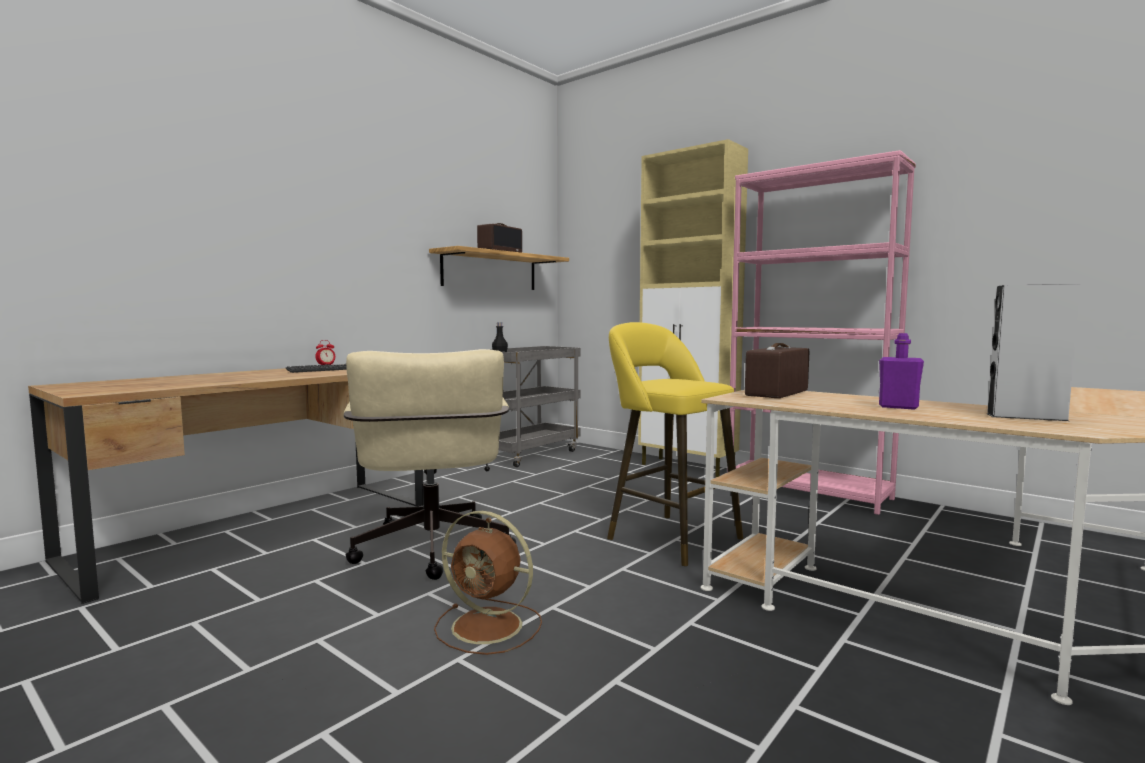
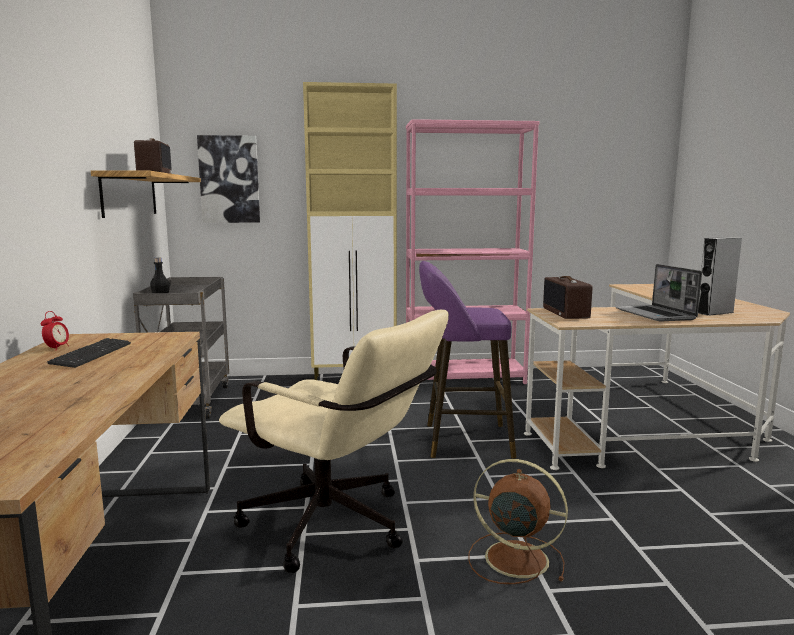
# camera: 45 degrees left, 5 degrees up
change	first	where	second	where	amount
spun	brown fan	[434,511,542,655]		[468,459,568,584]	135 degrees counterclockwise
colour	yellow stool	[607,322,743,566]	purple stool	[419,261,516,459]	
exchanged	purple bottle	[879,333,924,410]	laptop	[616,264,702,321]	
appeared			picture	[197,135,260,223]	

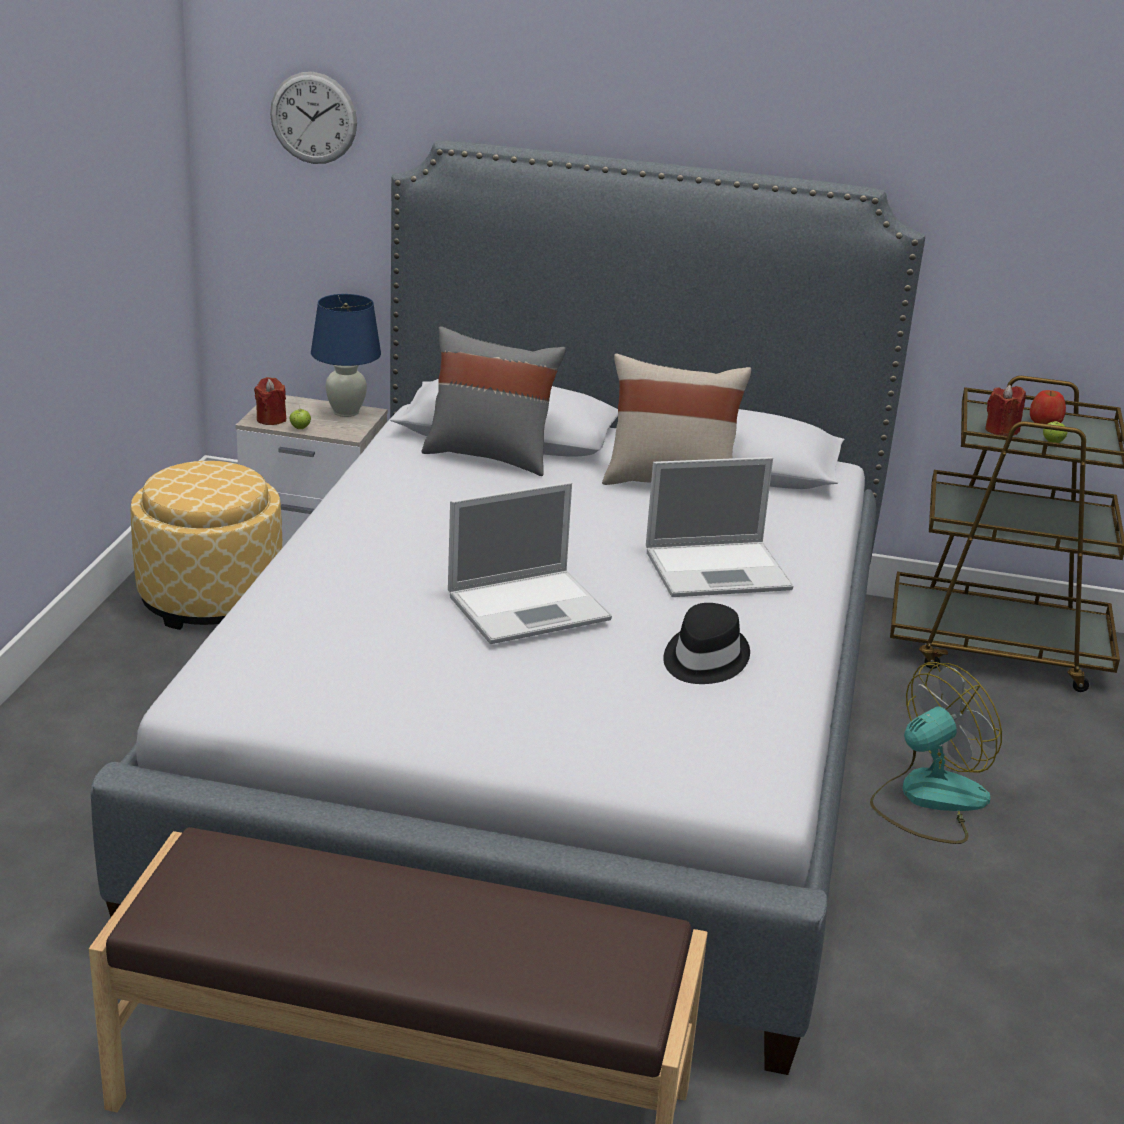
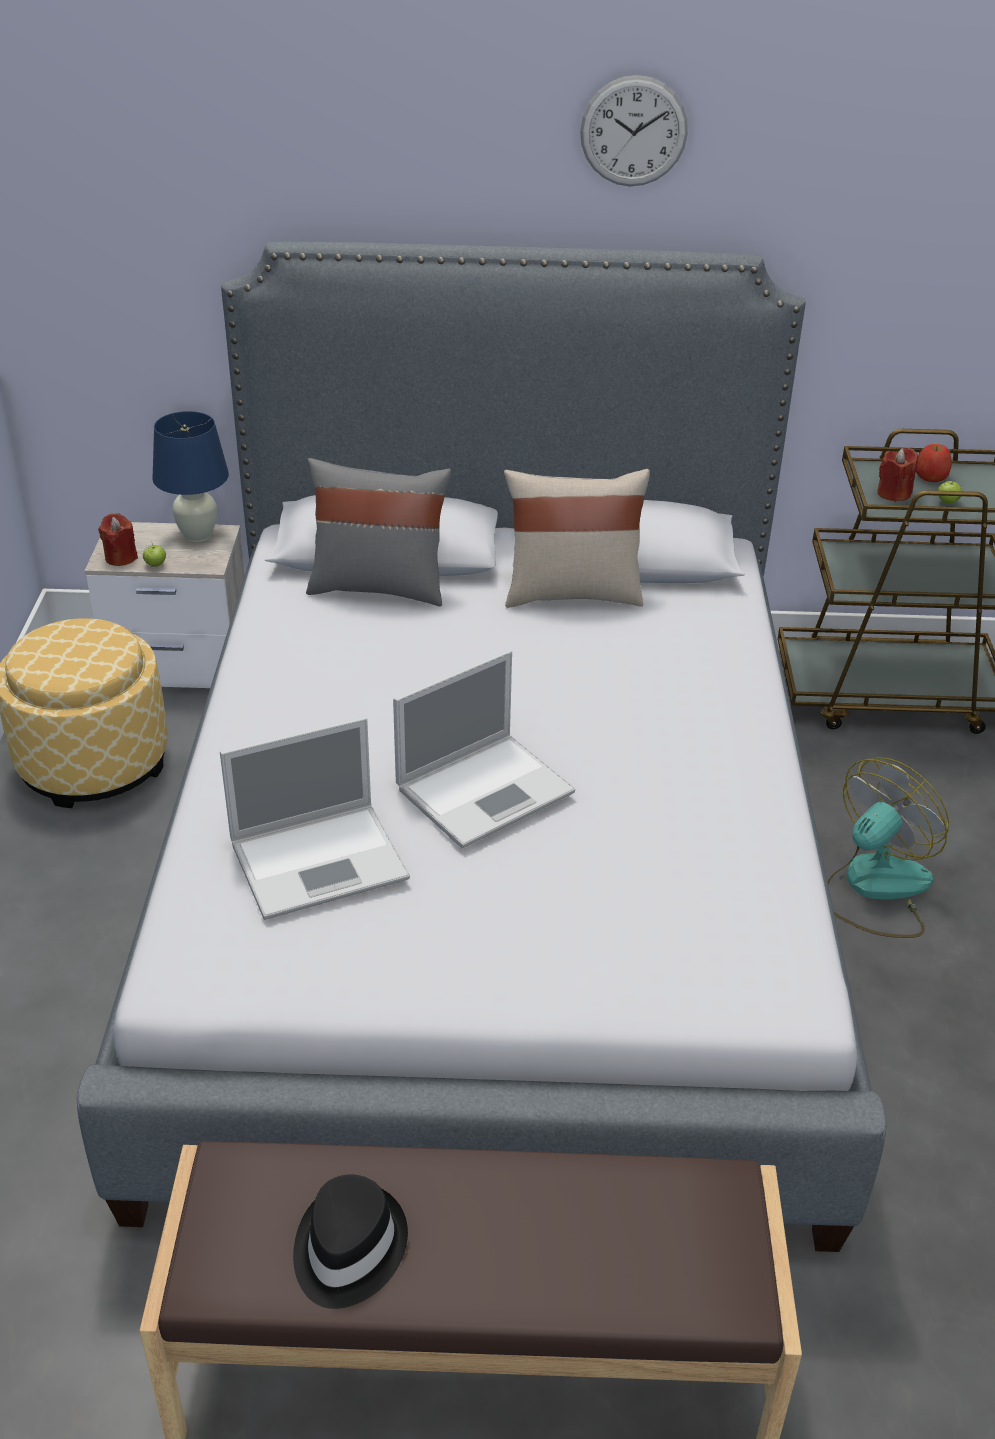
# camera: 10 degrees left, 10 degrees up
change	first	where	second	where	amount
relocated	wall clock	[270,72,357,164]		[580,75,688,186]	
relocated	laptop	[646,457,793,597]		[220,716,410,920]	
relocated	black hat	[663,603,750,684]		[293,1175,408,1309]	

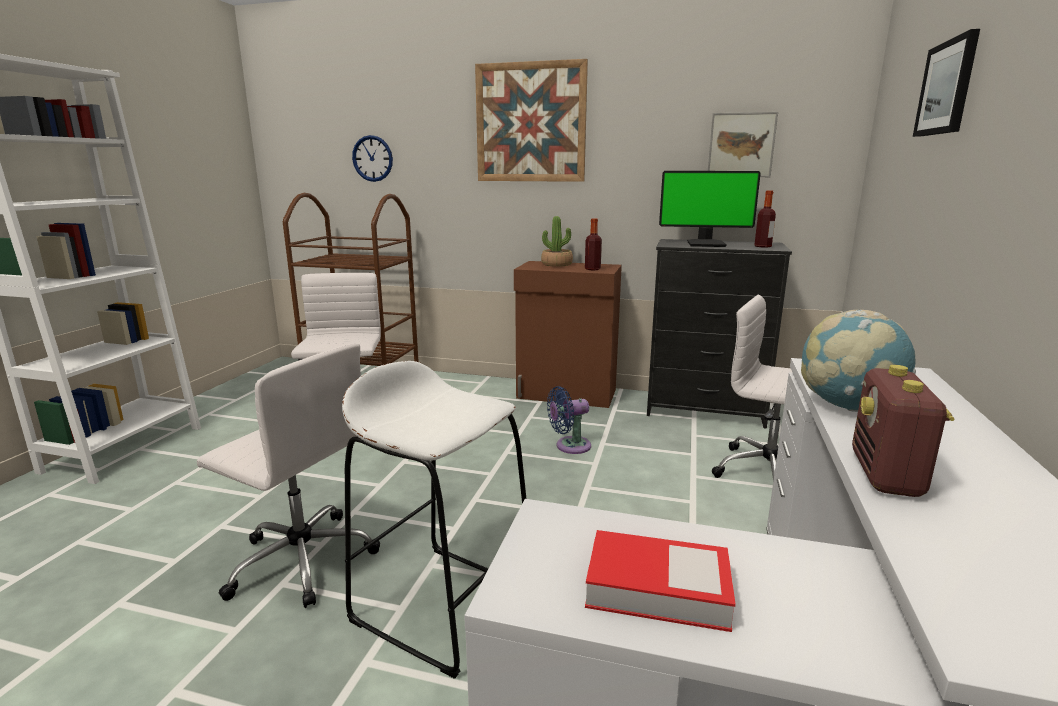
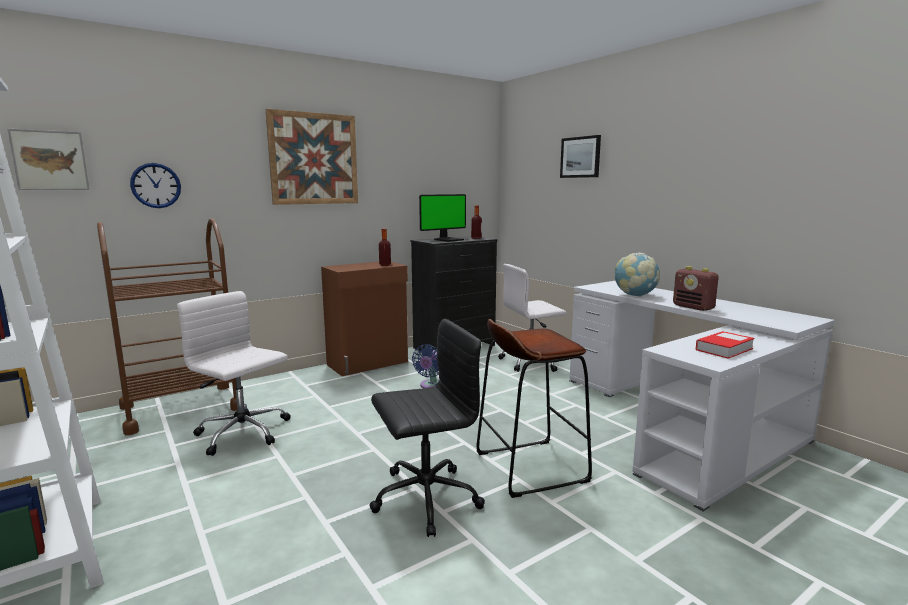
# camera: 50 degrees left, 5 degrees down
change	first	where	second	where	amount
colour	white office chair	[197,344,380,608]	black office chair	[369,319,485,537]	
colour	white stool	[342,361,527,679]	brown stool	[477,319,592,498]	
missing	potted plant	[541,216,573,267]			
relocated	picture	[708,112,778,177]		[8,129,90,190]	

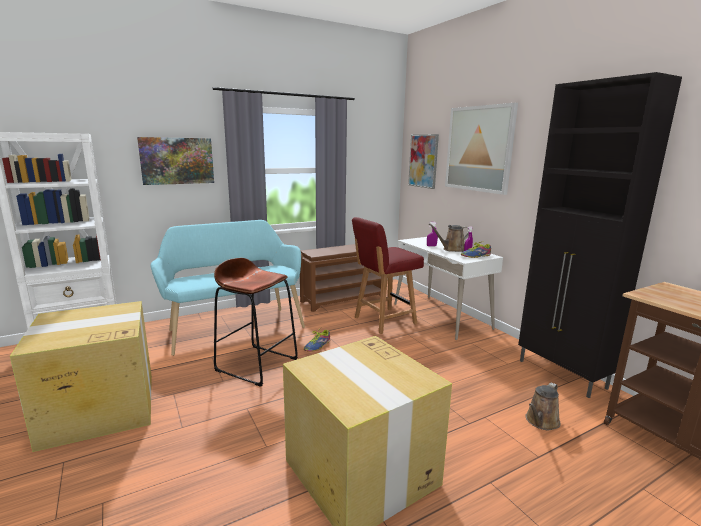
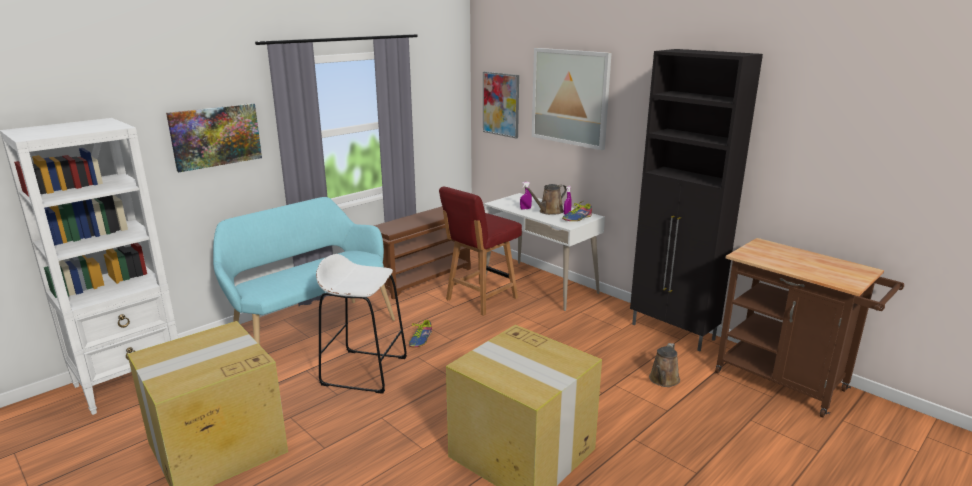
# camera: 15 degrees left, 5 degrees up
change	first	where	second	where	amount
colour	brown stool	[214,258,298,387]	white stool	[316,254,407,394]	

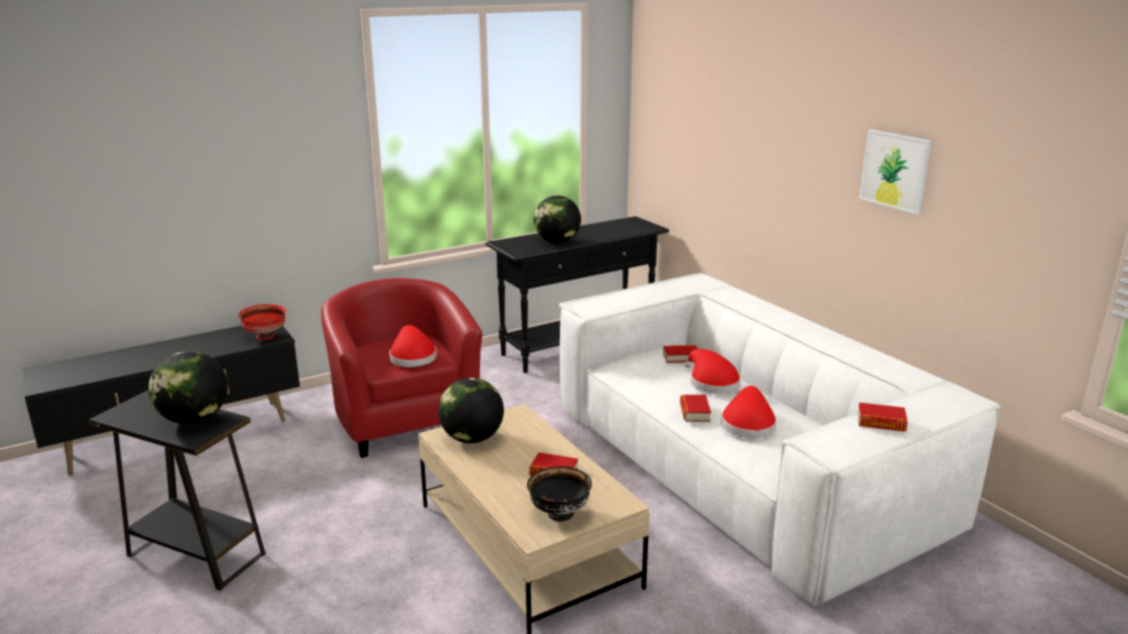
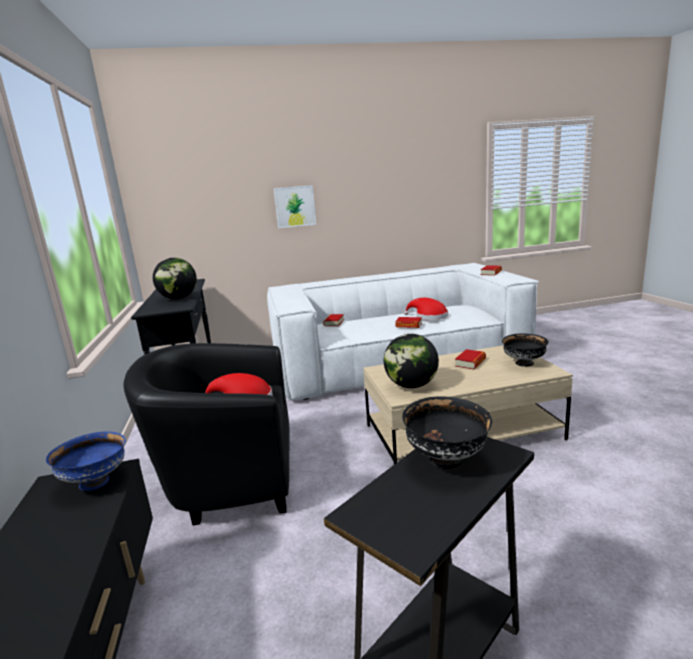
# camera: 70 degrees left, 5 degrees down
change	first	where	second	where	amount
exchanged	globe	[149,351,228,424]	black bowl	[402,396,492,469]	
colour	red bowl	[239,304,286,340]	blue bowl	[46,431,126,491]	
colour	red armchair	[321,278,482,458]	black armchair	[123,343,289,526]	
missing	red hat	[684,349,740,394]			
relocated	picture	[859,129,931,214]		[274,185,316,228]	

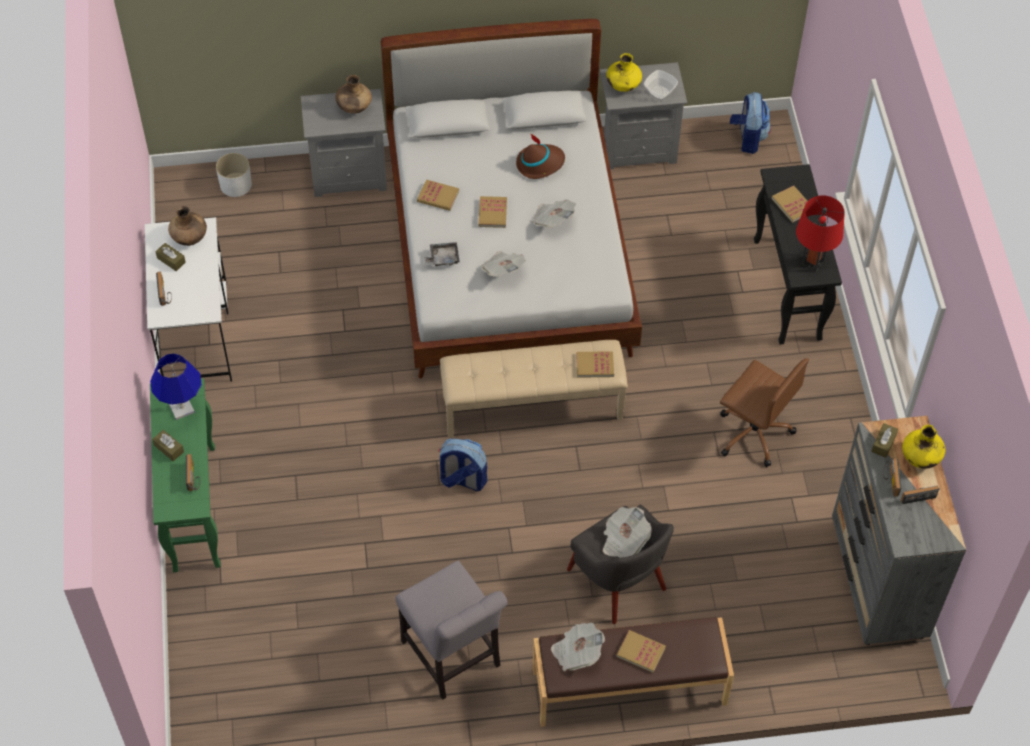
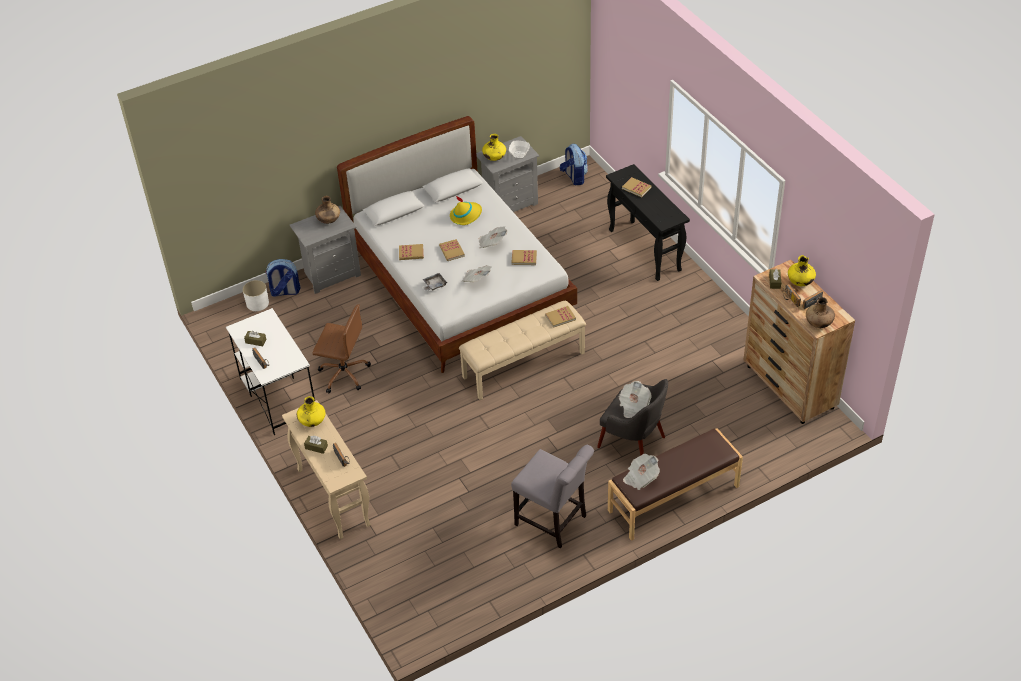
# camera: 20 degrees left, 10 degrees down
change	first	where	second	where	amount
exchanged	blue table lamp	[150,353,202,420]	yellow vase	[297,396,325,427]	
colour	green console table	[150,378,221,572]	beige console table	[282,400,371,539]	
relocated	brown vase	[168,206,207,246]		[806,297,835,328]	
relocated	backpack	[438,439,487,491]		[265,259,300,297]	
colour	brown hat	[516,133,565,179]	yellow hat	[450,196,482,225]	
relocated	book	[616,630,666,673]		[511,250,537,265]	
relocated	brown office chair	[720,358,809,467]		[312,304,371,393]	
missing	red table lamp	[796,195,845,272]			
colour	grey dresser	[832,416,966,645]	brown dresser	[743,260,855,424]	

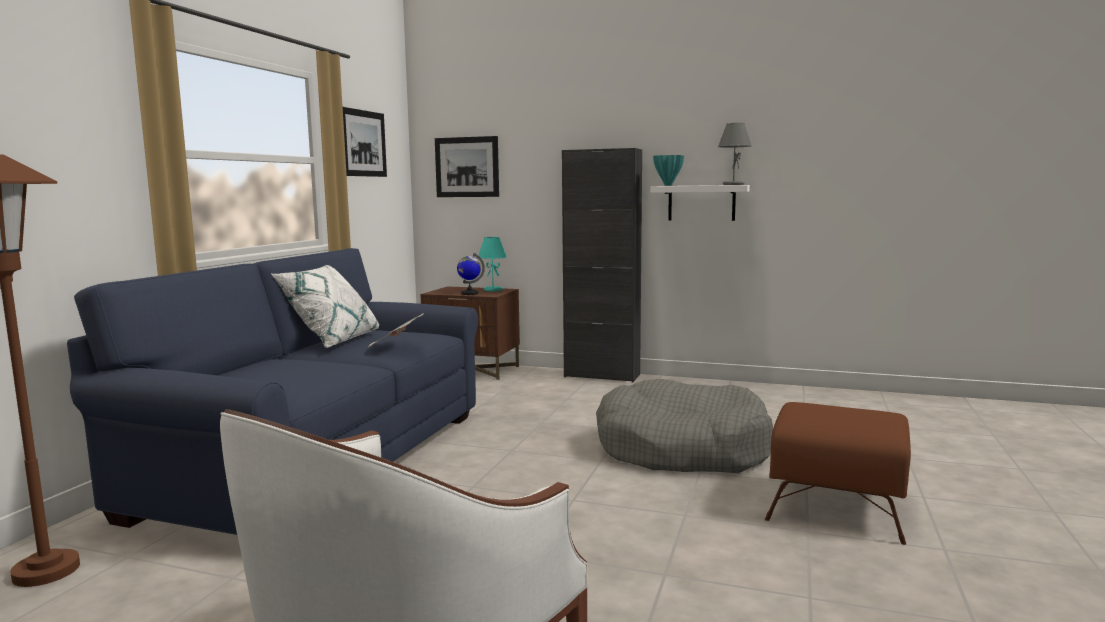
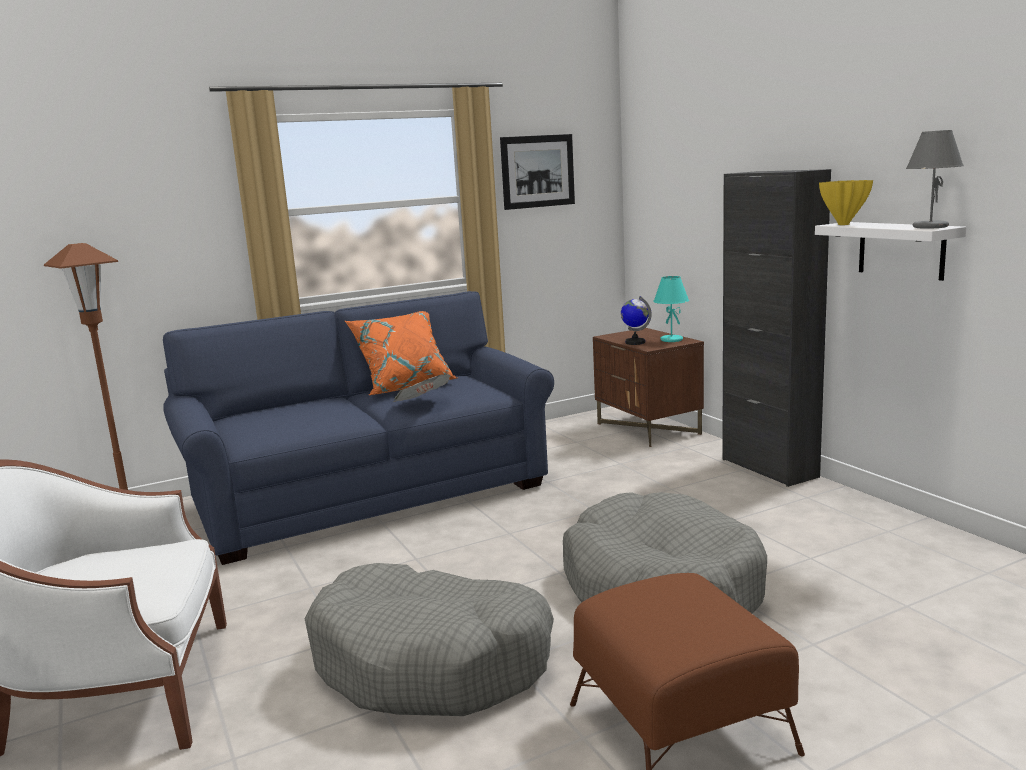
# camera: 45 degrees right, 5 degrees up
change	first	where	second	where	amount
colour	white pillow	[271,265,379,348]	orange pillow	[345,311,457,395]	
missing	picture	[435,136,499,197]			
colour	turquoise vase	[653,155,684,186]	yellow vase	[819,180,873,225]	
appeared			grey dog bed	[304,563,554,716]	

